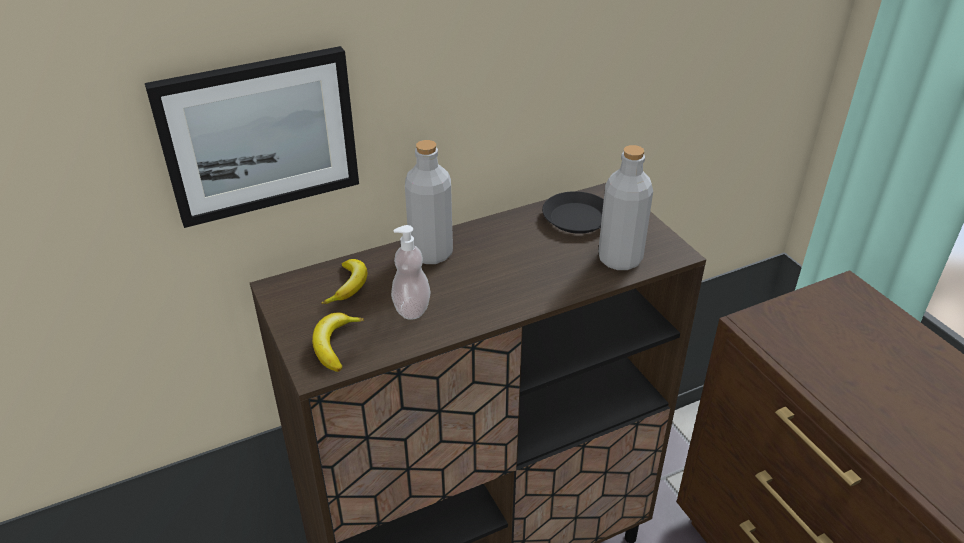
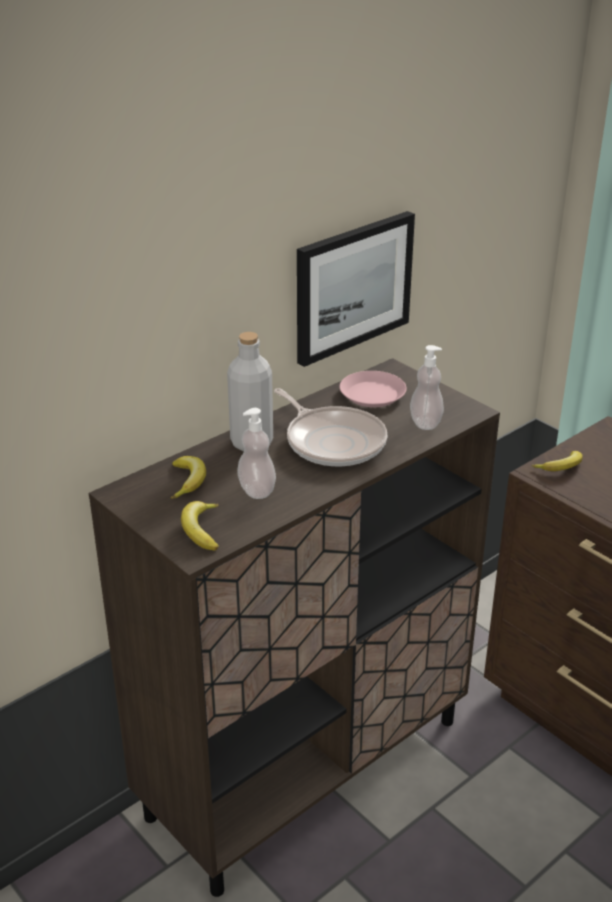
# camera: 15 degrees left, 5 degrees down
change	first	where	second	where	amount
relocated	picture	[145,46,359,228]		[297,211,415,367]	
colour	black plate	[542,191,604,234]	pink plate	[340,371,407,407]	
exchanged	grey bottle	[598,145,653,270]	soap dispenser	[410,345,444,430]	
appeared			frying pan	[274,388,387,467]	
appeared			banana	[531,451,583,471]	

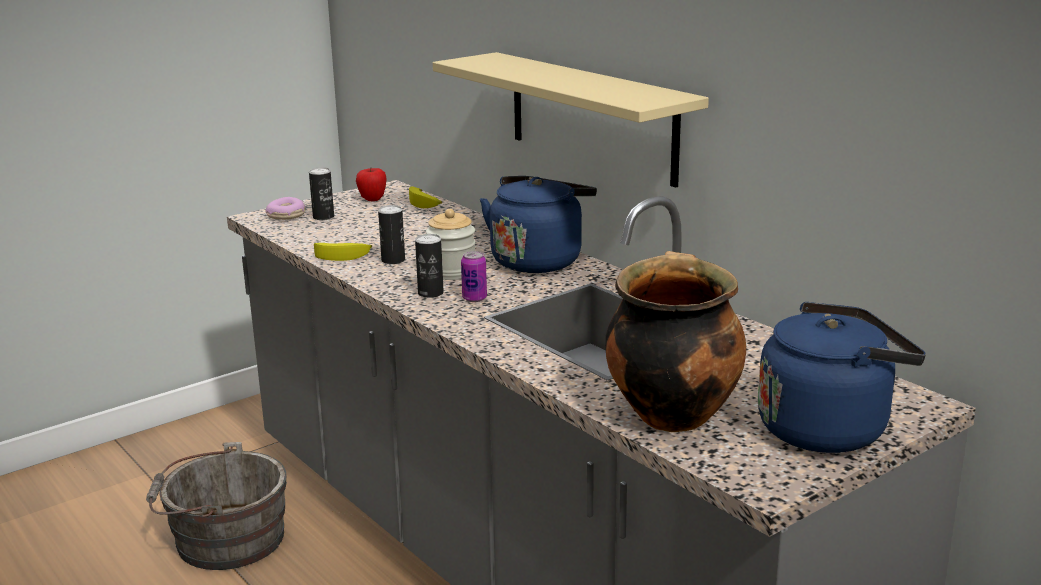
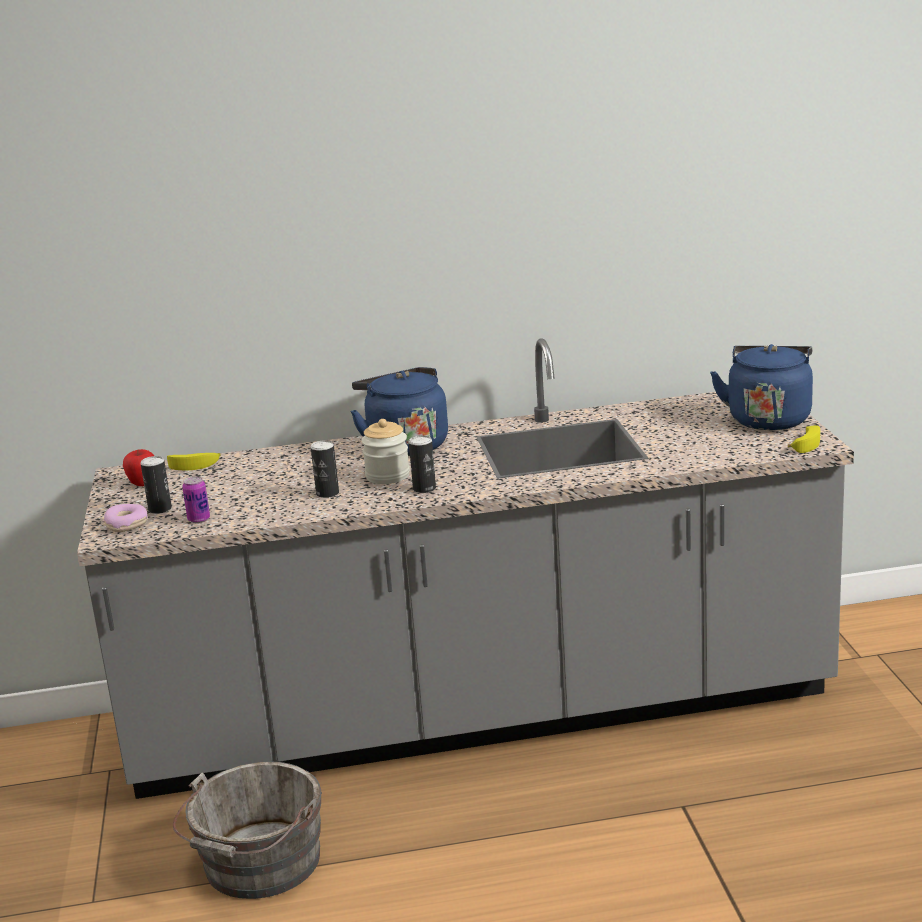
# camera: 60 degrees left, 0 degrees up
change	first	where	second	where	amount
relocated	banana	[314,243,372,261]		[788,425,820,453]	
missing	beige shelf	[433,52,709,188]			
relocated	can	[461,251,487,302]		[182,477,210,523]	
missing	cooking pot	[606,251,746,432]			

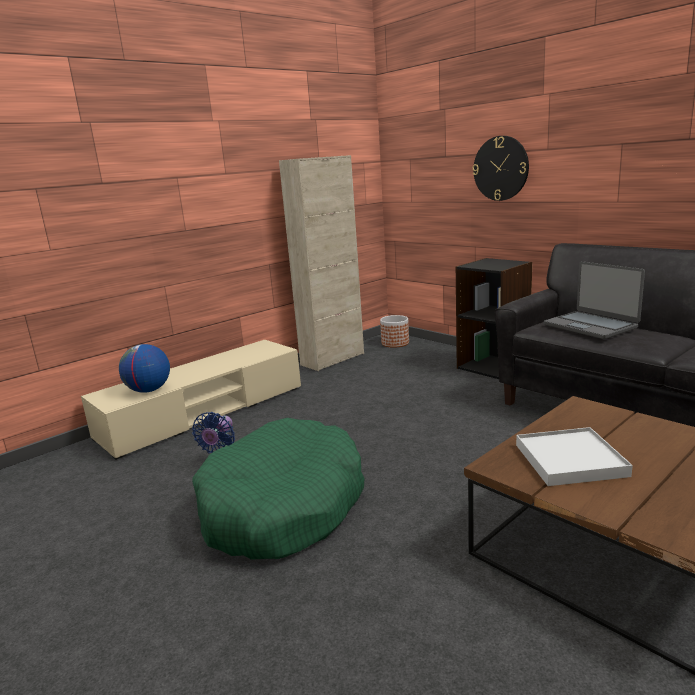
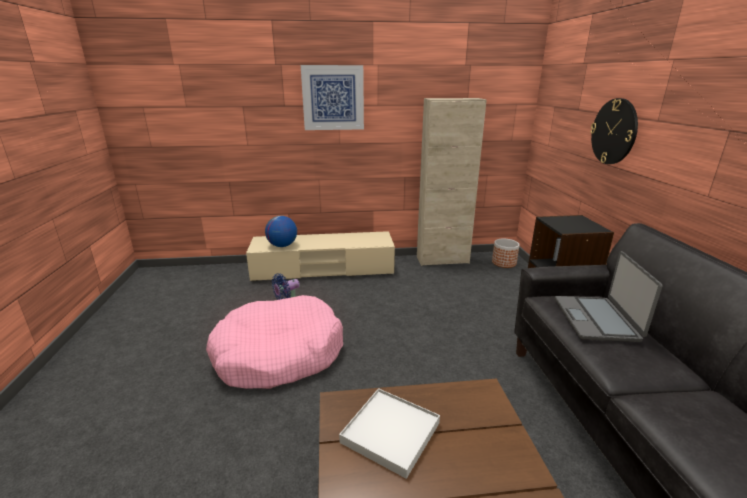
# camera: 35 degrees right, 5 degrees up
change	first	where	second	where	amount
colour	green dog bed	[192,418,364,560]	pink dog bed	[206,295,343,389]	
appeared			picture	[301,65,364,130]	

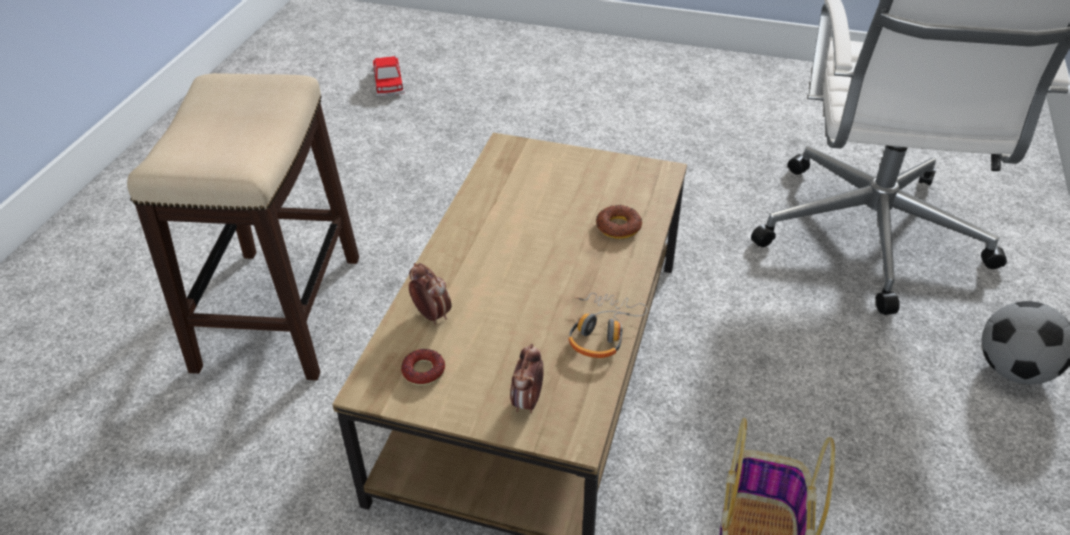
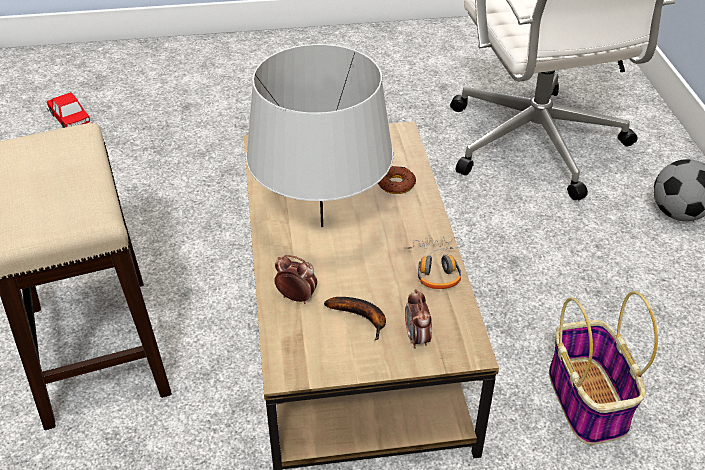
# camera: 25 degrees left, 0 degrees up
change	first	where	second	where	amount
missing	donut	[401,349,445,386]			
appeared			grey table lamp	[246,44,393,227]	
appeared			banana	[324,297,386,340]	

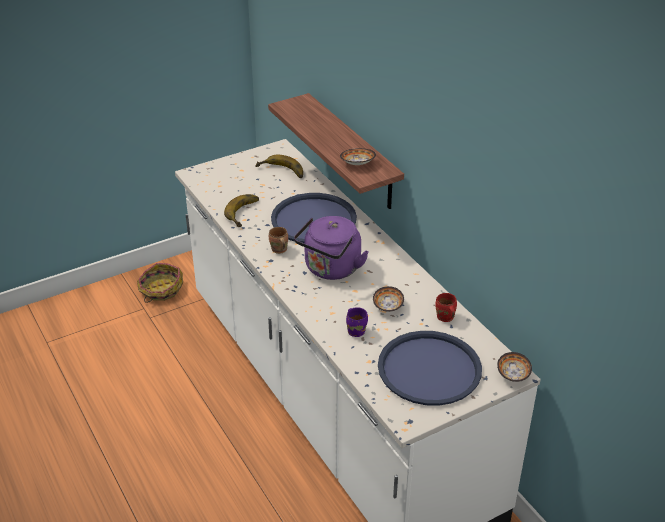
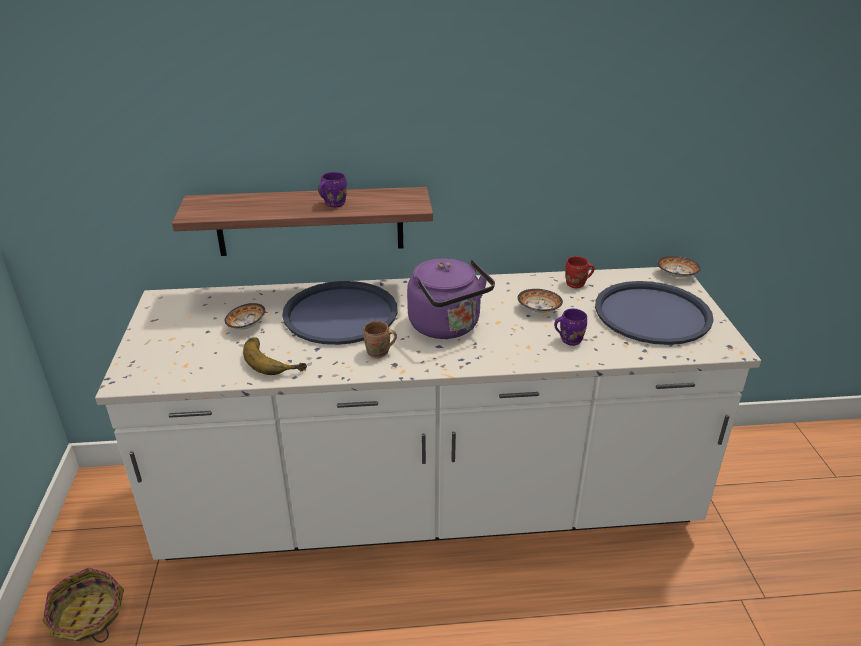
# camera: 65 degrees left, 5 degrees down
change	first	where	second	where	amount
missing	banana	[255,155,303,178]			
relocated	bowl	[340,148,376,165]		[225,303,265,330]	
appeared			purple mug	[318,172,347,207]	

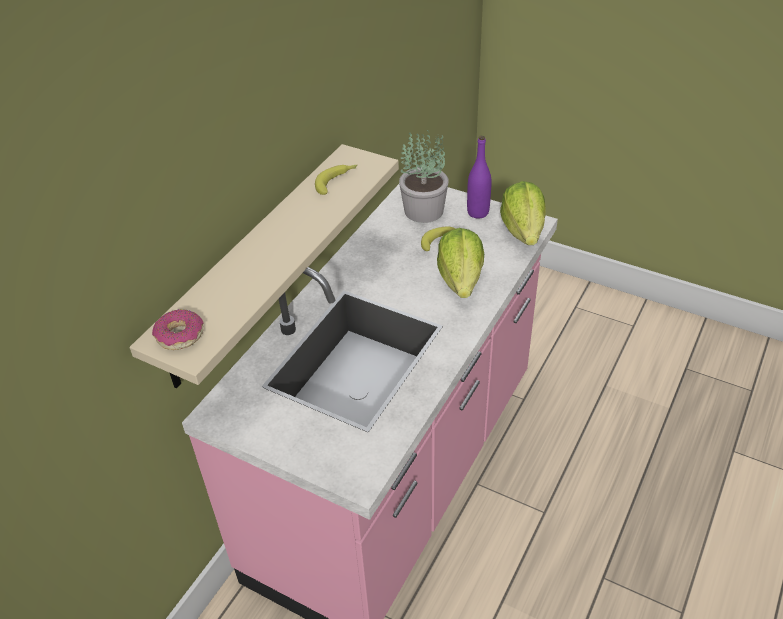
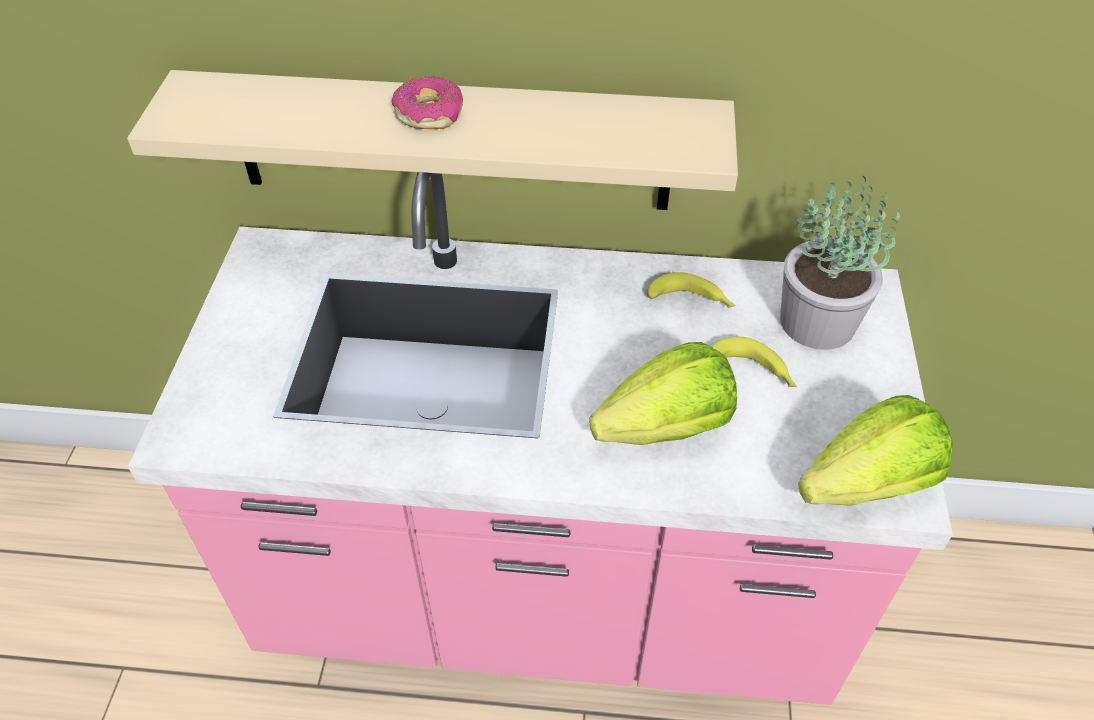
# camera: 65 degrees right, 5 degrees up
change	first	where	second	where	amount
relocated	donut	[152,309,204,350]		[392,76,463,129]	
relocated	banana	[315,165,357,195]		[647,272,736,308]	
missing	purple bottle	[467,136,492,219]			

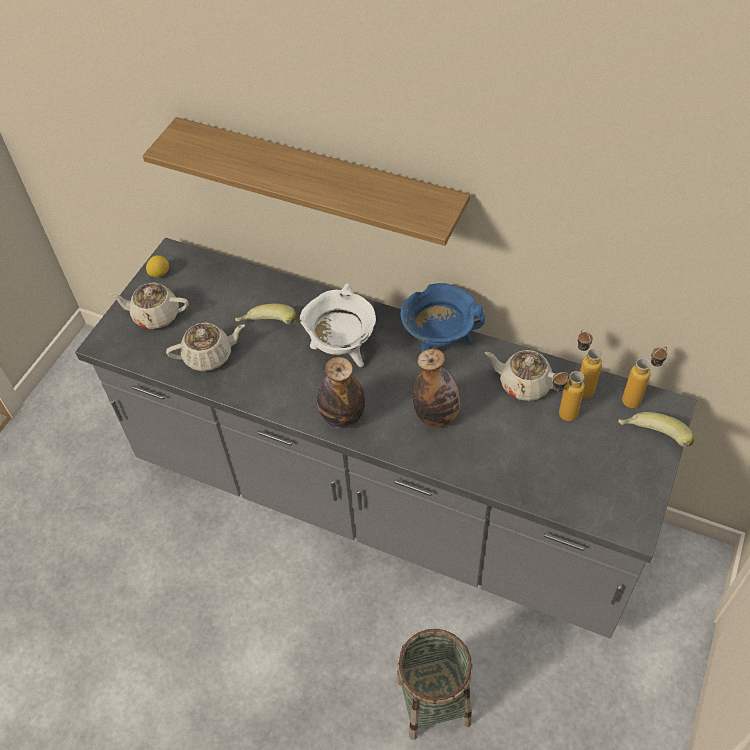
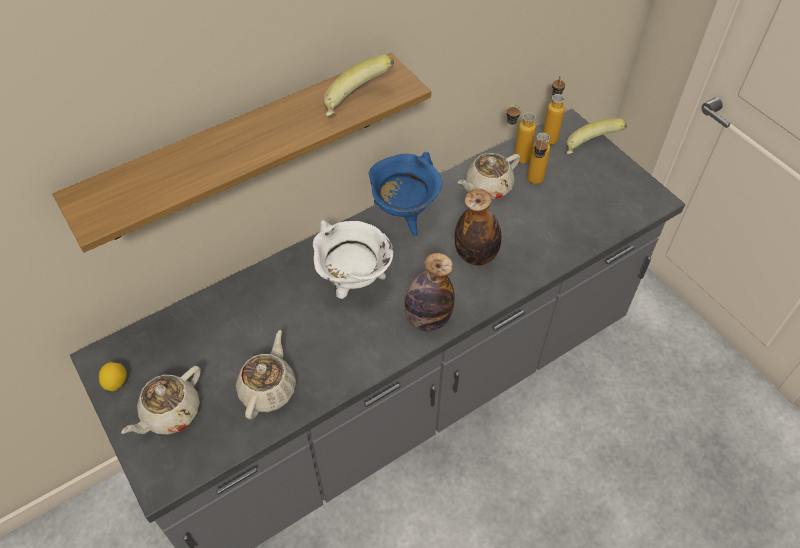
# camera: 60 degrees left, 0 degrees up
change	first	where	second	where	amount
relocated	banana	[235,304,297,324]		[323,54,394,117]	
missing	basket	[397,629,473,740]			

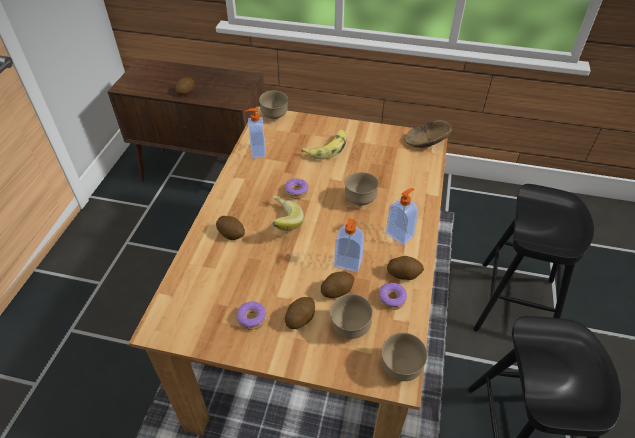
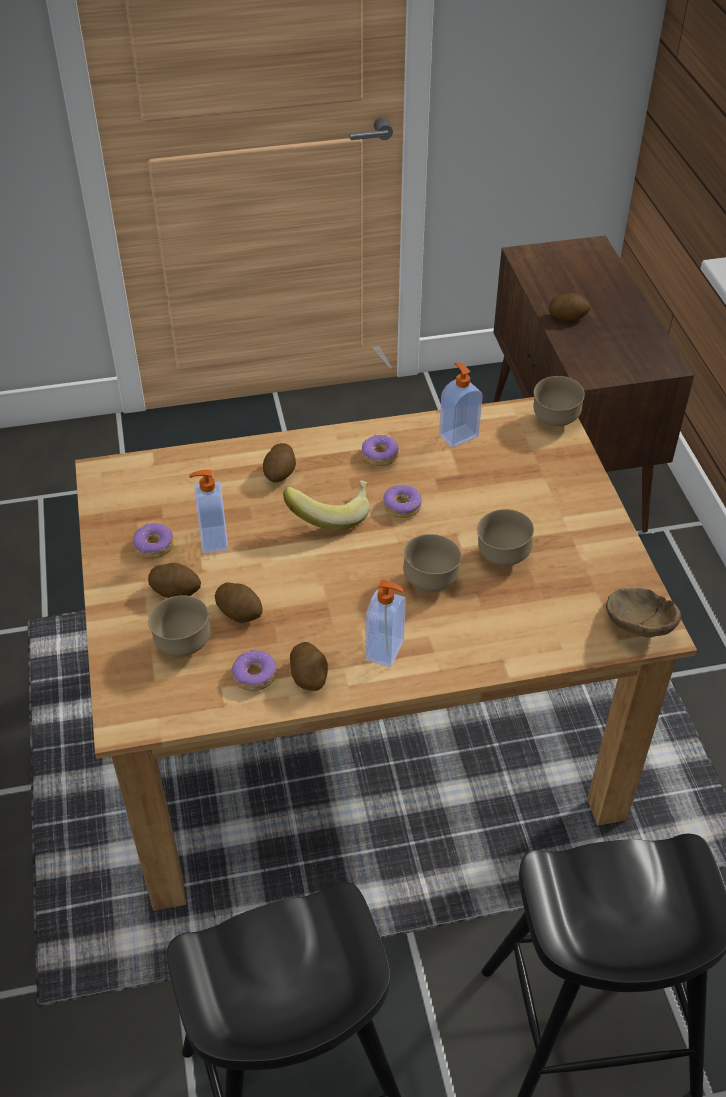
# camera: 65 degrees right, 0 degrees up
change	first	where	second	where	amount
missing	banana	[301,130,347,159]			
relocated	soap dispenser	[334,218,364,272]		[189,469,228,553]	
relocated	brown bowl	[381,333,427,381]		[477,509,534,566]	
appeared			donut	[362,435,399,466]	

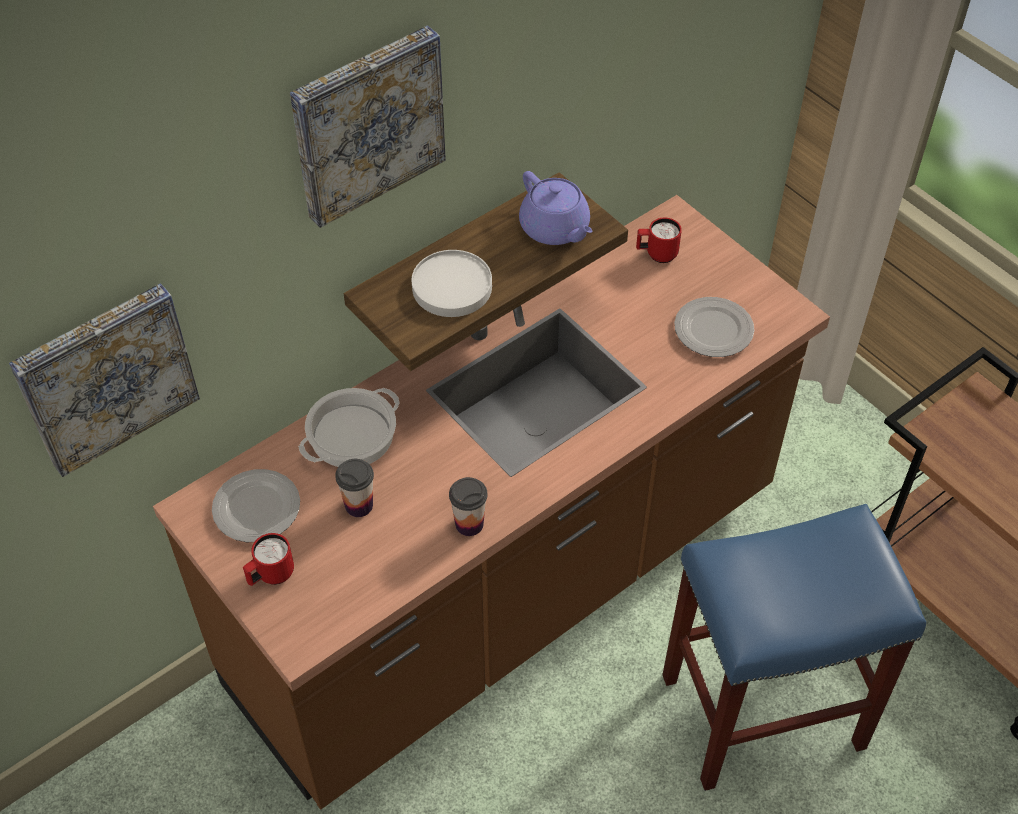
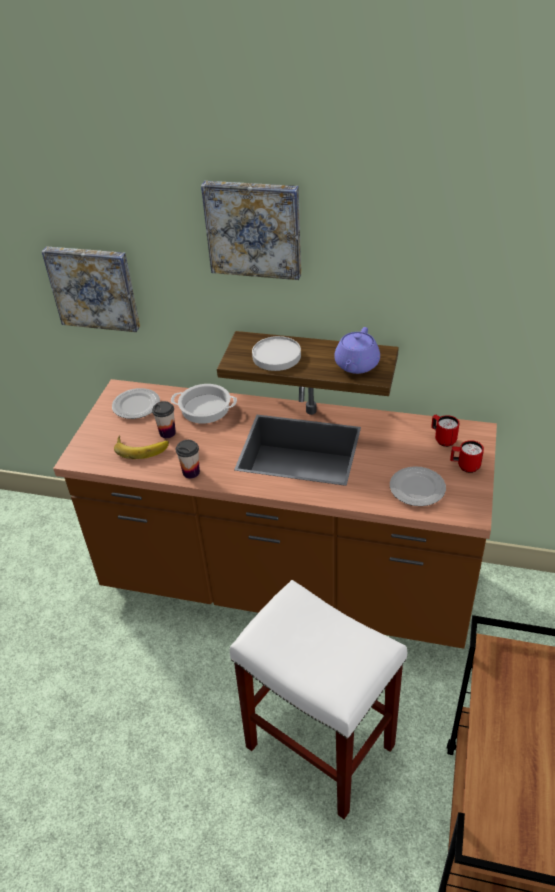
# camera: 55 degrees right, 10 degrees down
change	first	where	second	where	amount
relocated	red mug	[243,533,294,586]		[450,440,484,473]	
colour	blue stool	[662,504,926,791]	white stool	[230,580,407,819]	
appeared			banana	[114,435,169,459]	

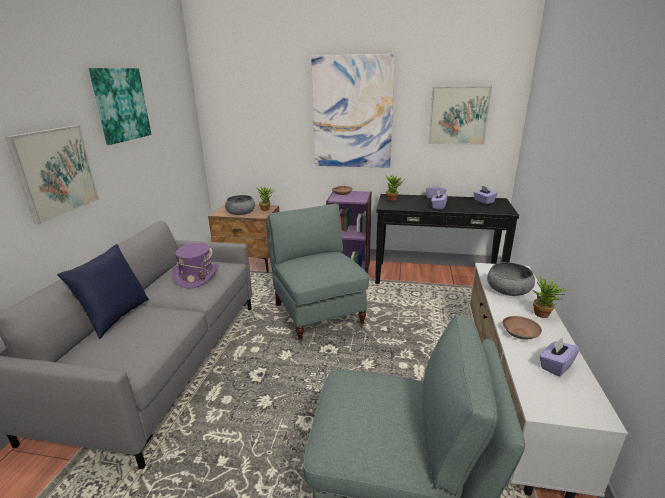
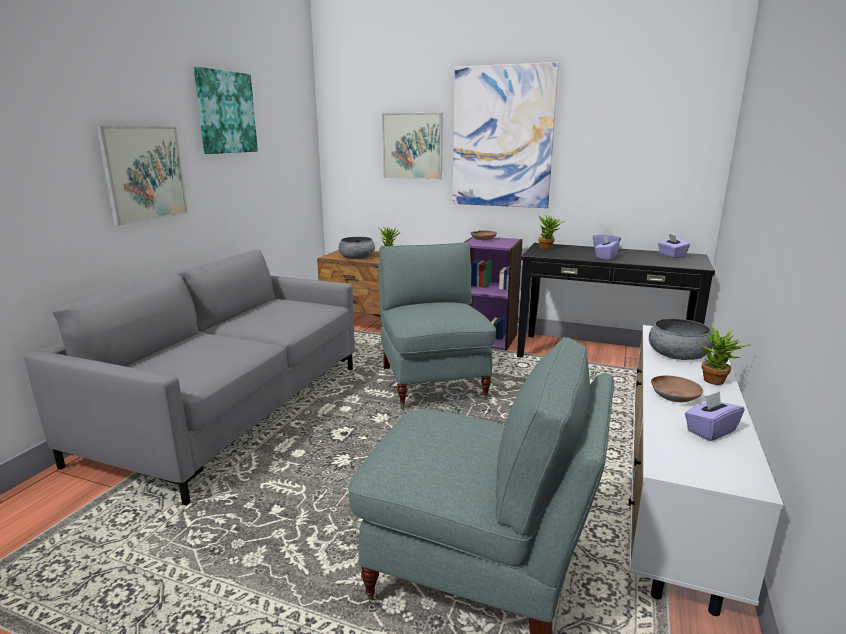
# camera: 10 degrees right, 5 degrees down
change	first	where	second	where	amount
missing	blue pillow	[57,244,149,339]			
missing	purple hat	[172,243,219,289]			
relocated	picture	[428,86,492,145]		[382,113,443,180]	

